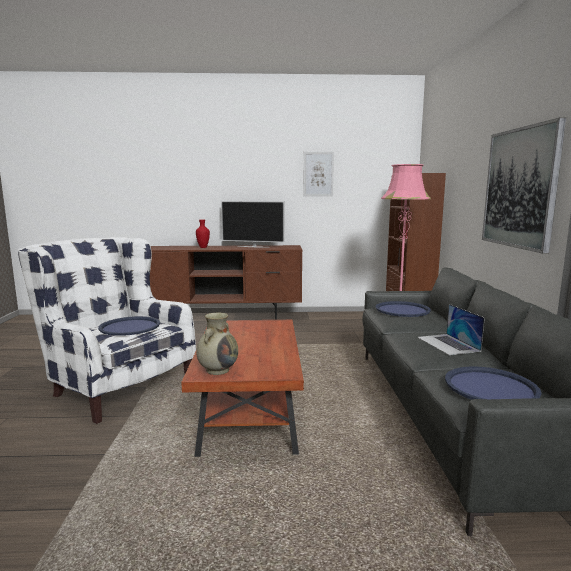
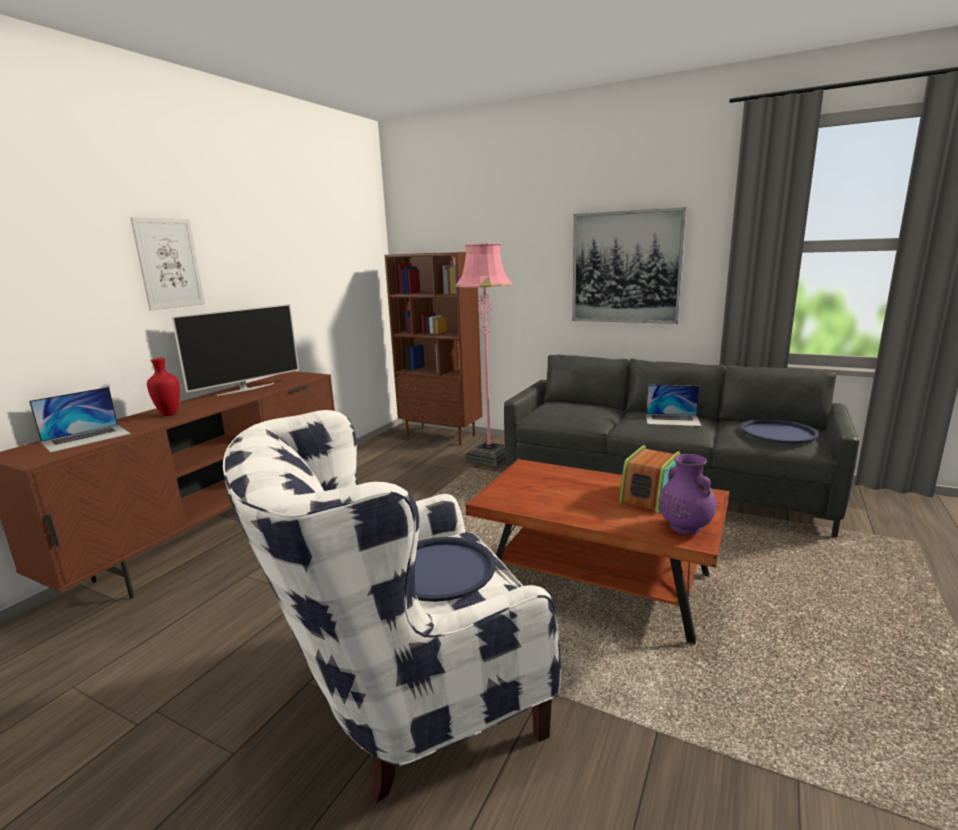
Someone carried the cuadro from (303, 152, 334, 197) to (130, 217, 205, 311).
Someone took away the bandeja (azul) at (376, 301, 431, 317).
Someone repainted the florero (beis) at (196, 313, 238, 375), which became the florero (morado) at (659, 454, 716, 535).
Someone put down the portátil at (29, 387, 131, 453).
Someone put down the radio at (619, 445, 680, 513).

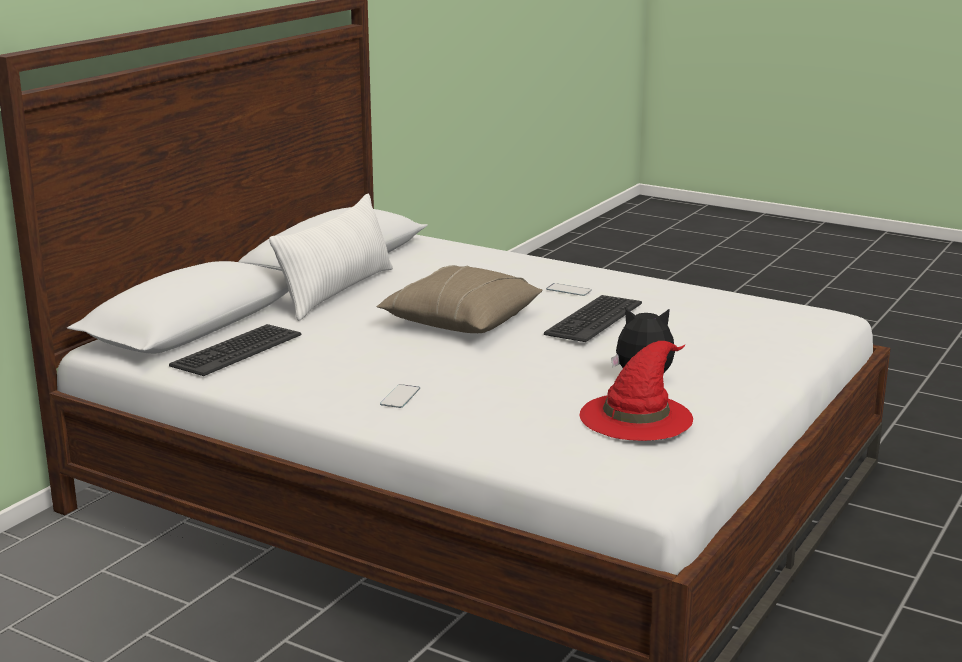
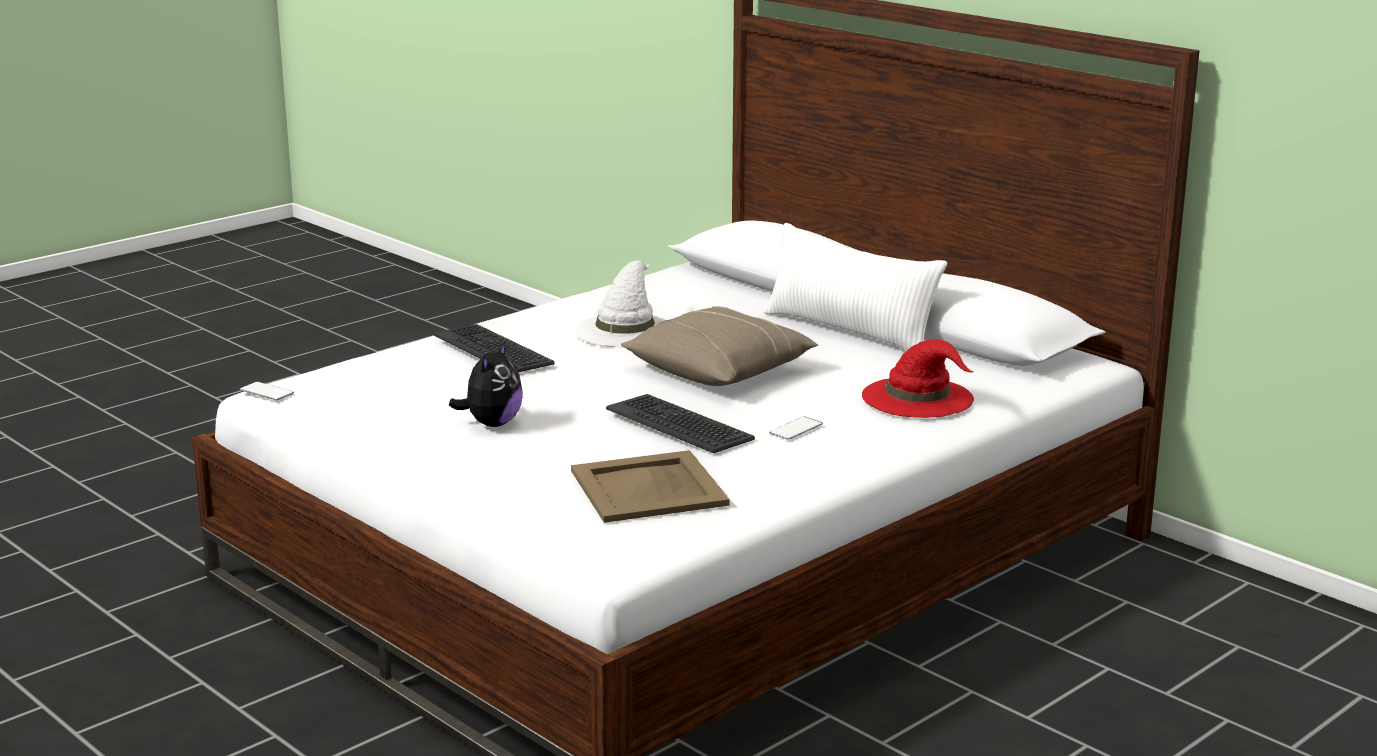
Someone carried the teclado from (169, 324, 301, 376) to (434, 324, 555, 372).
Someone carried the sombrero (rojo) from (580, 341, 693, 441) to (862, 339, 974, 418).
Someone carried the móvil from (380, 384, 420, 408) to (240, 382, 294, 400).
Someone put down the sombrero (blanco) at (575, 260, 665, 347).
Someone put down the bandeja (beis) at (571, 450, 729, 523).

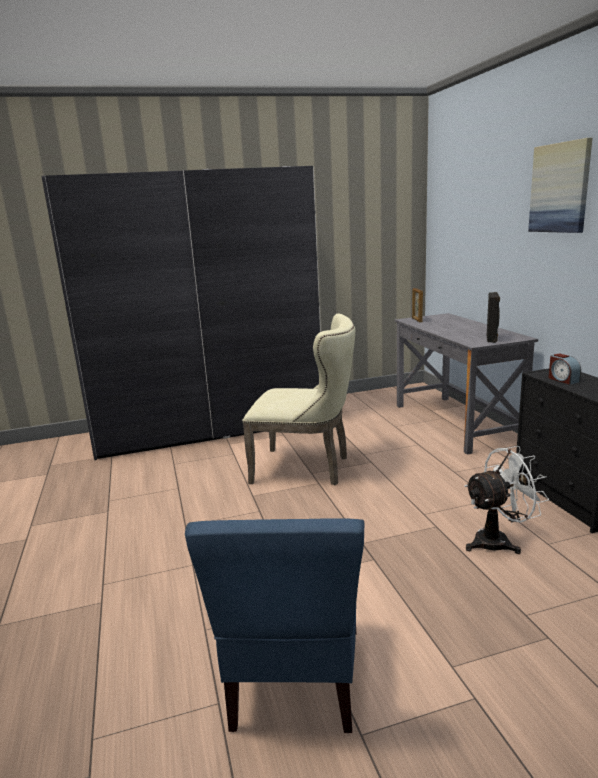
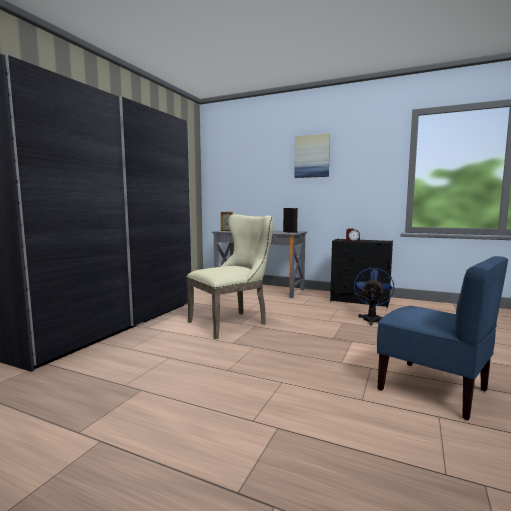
Someone repainted the ventilador (blanco) at (465, 446, 549, 554), which became the ventilador (azul) at (354, 267, 394, 326).

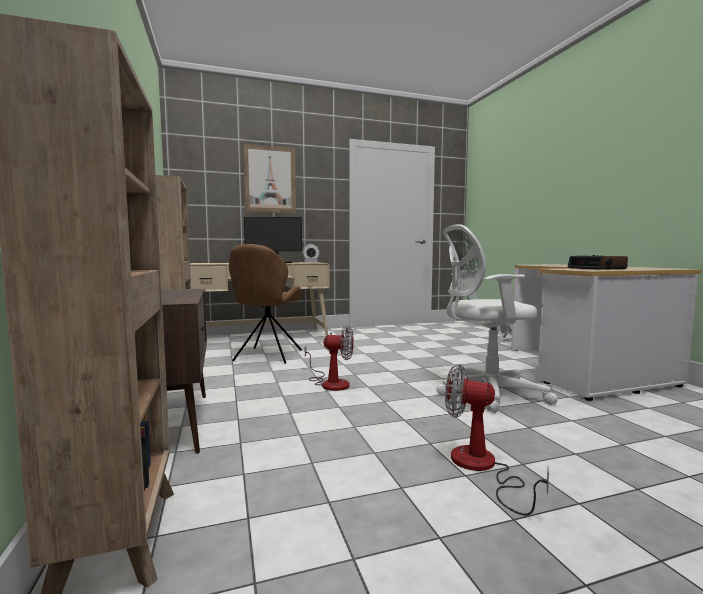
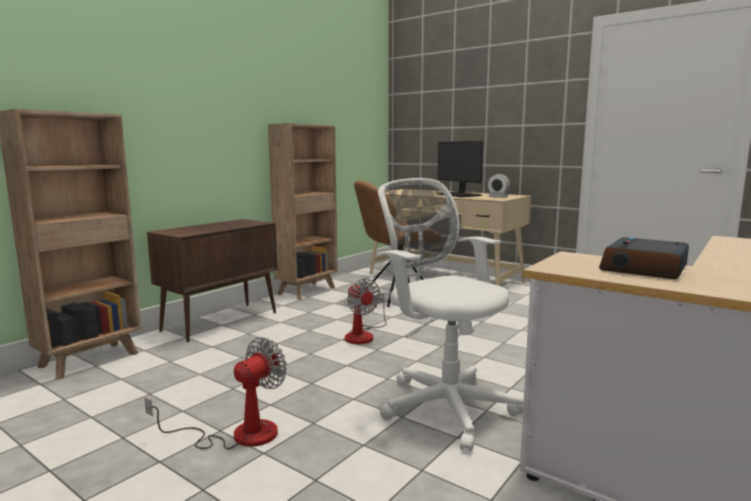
Someone took away the cuadro at (243, 144, 296, 213).
Someone rotated the ventilador at (445, 364, 549, 516) by 45 degrees clockwise.

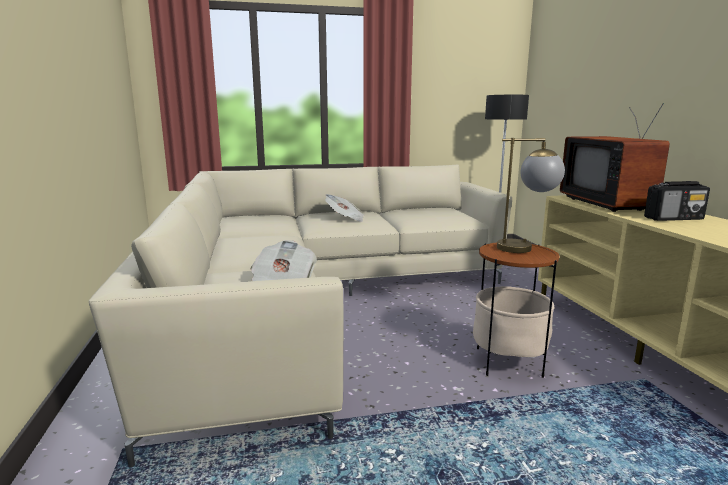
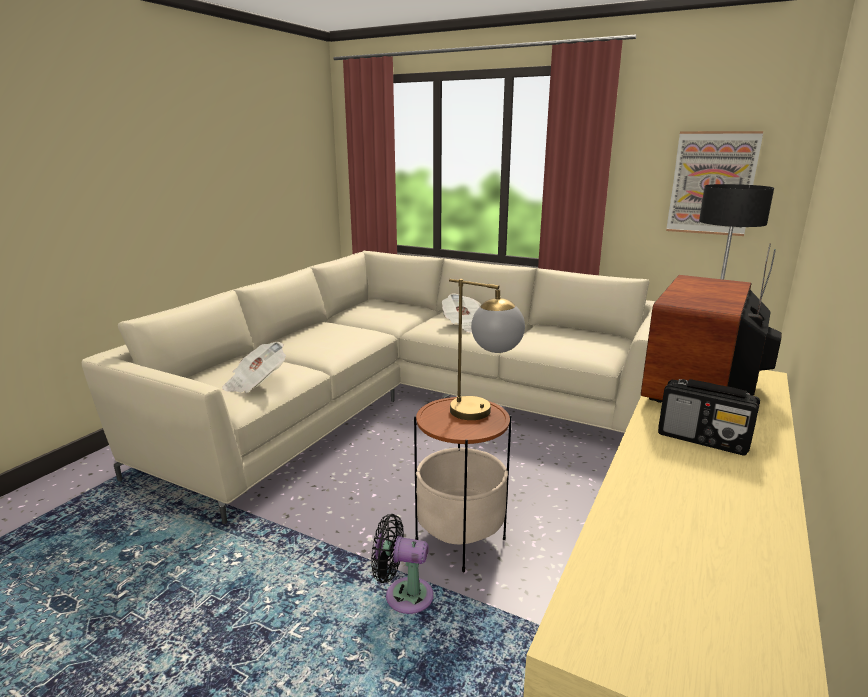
Someone put up the cuadro at (666, 131, 763, 236).
Someone put down the ventilador (negro) at (371, 514, 434, 614).

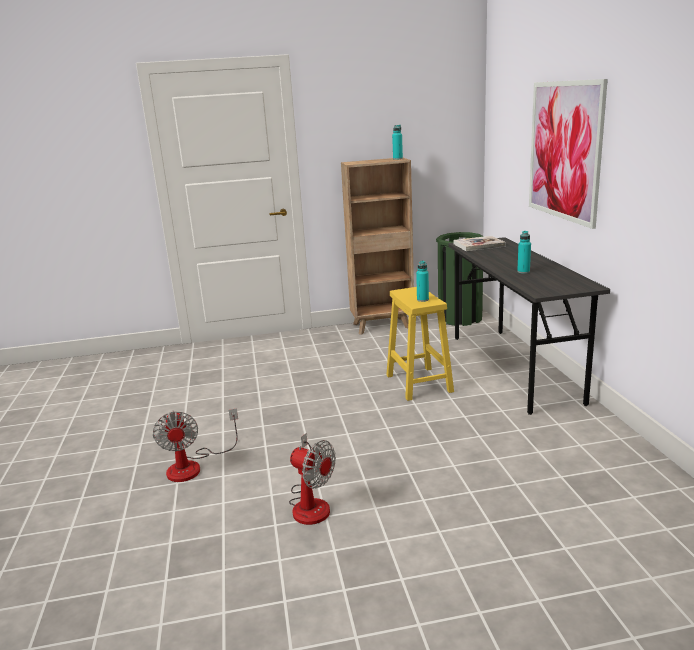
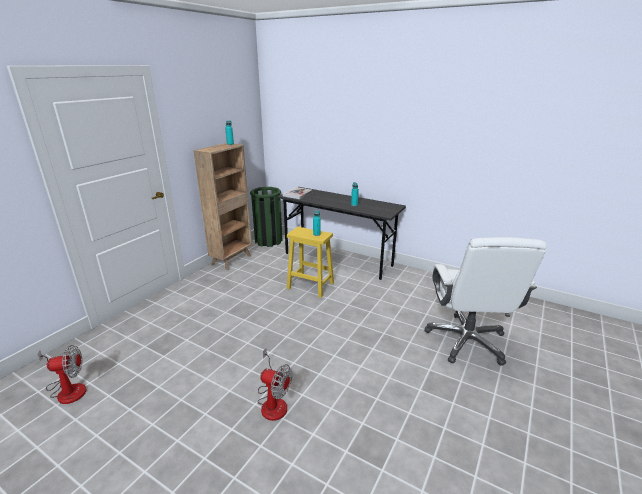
Someone took away the cuadro at (529, 79, 608, 229).
Someone carried the ventilador from (289, 433, 336, 525) to (38, 345, 87, 404).
Someone put down the silla de oficina (blanco) at (425, 237, 546, 366).

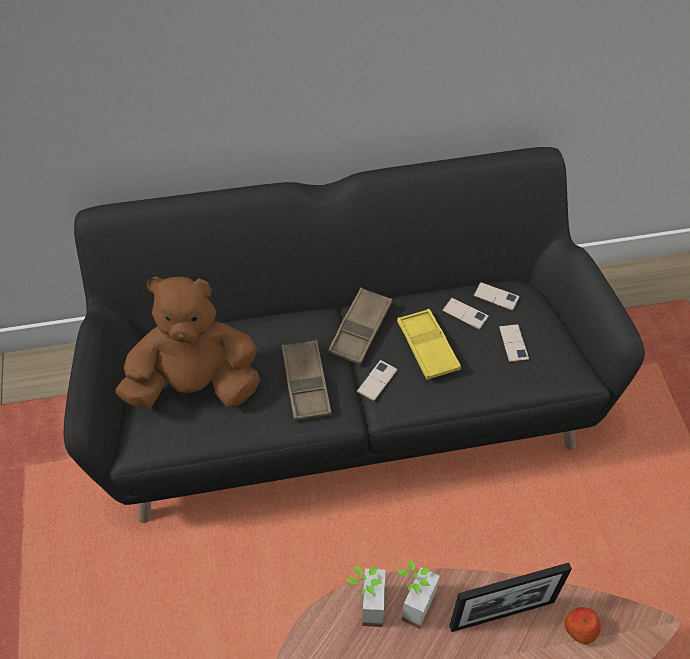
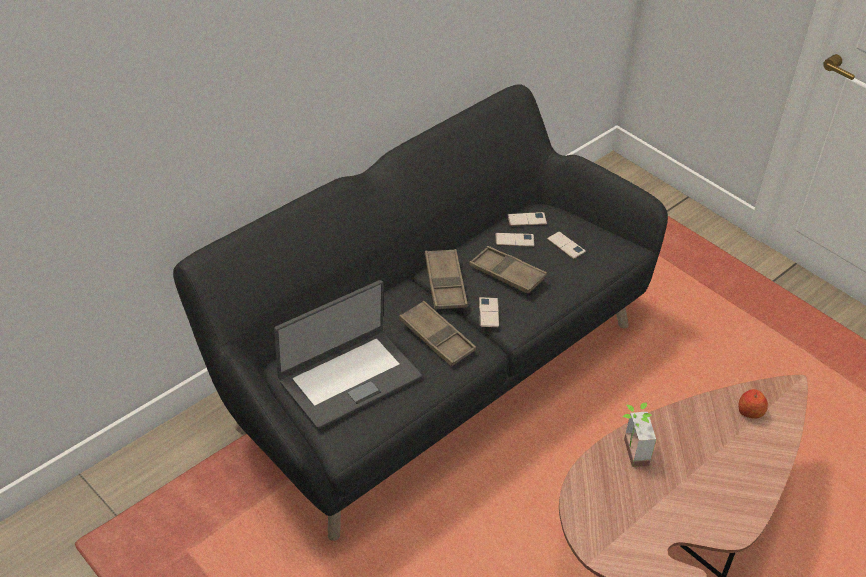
Someone swapped the peluche (marrón) at (116, 276, 260, 409) for the portátil at (274, 280, 422, 429).
Someone repainted the bandeja (amarillo) at (397, 309, 461, 380), which became the bandeja (marrón) at (469, 246, 547, 294).
Someone took away the portarretratos at (450, 563, 572, 632).
Someone took away the planta en maceta at (346, 565, 385, 627).

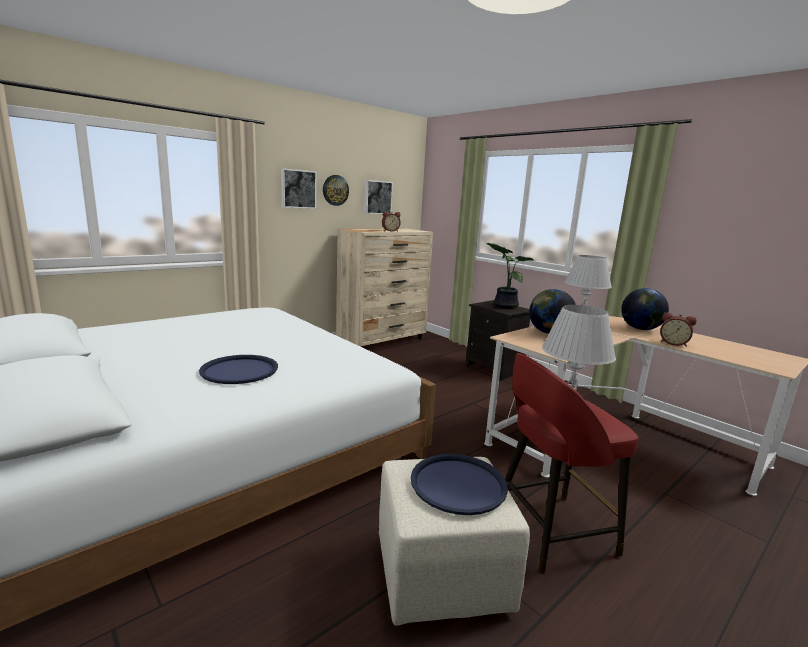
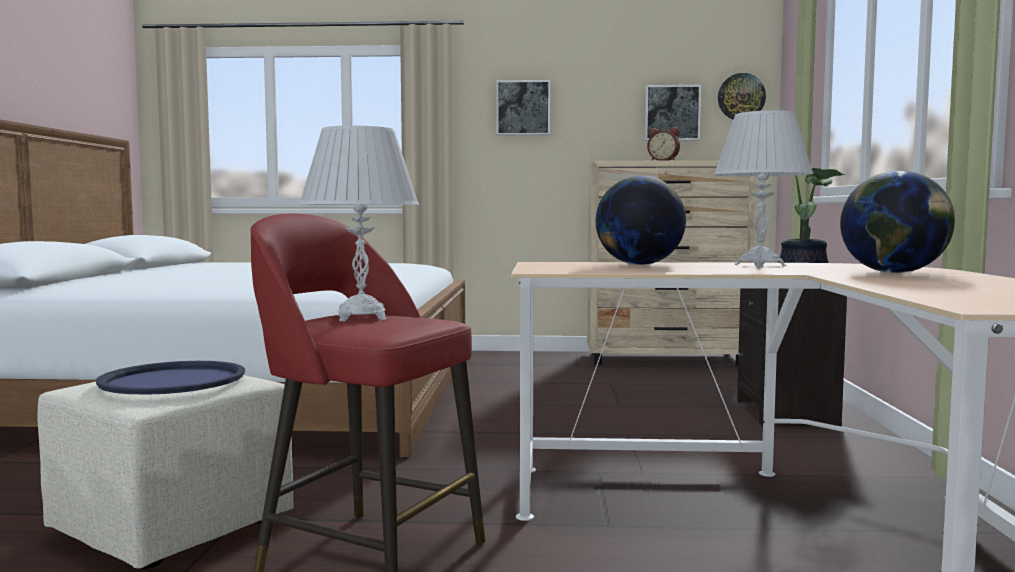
Someone carried the reloj de pared from (323, 175, 349, 206) to (718, 73, 766, 120).
Someone took away the despertador at (660, 312, 697, 347).
Someone took away the bandeja (azul) at (199, 355, 278, 384).

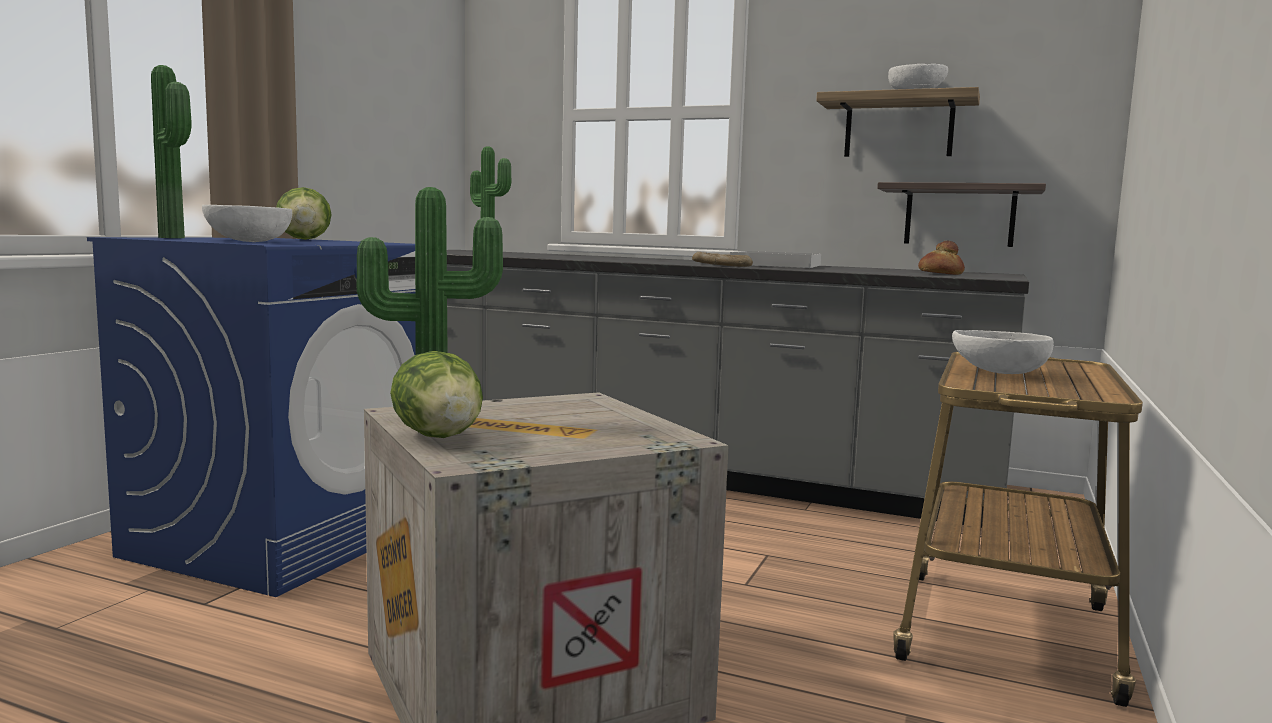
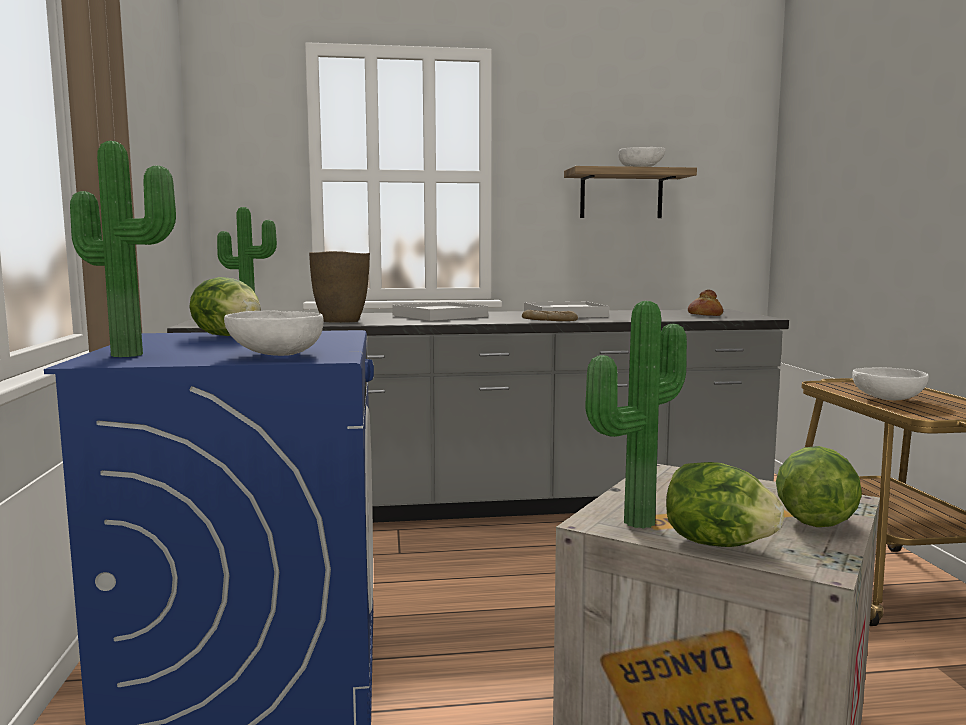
Someone took away the estante at (877, 182, 1046, 247).
Someone put down the florero (marrón) at (309, 251, 370, 323).
Someone put down the bandeja (blanco) at (392, 302, 488, 321).
Someone put down the lechuga at (776, 446, 862, 527).

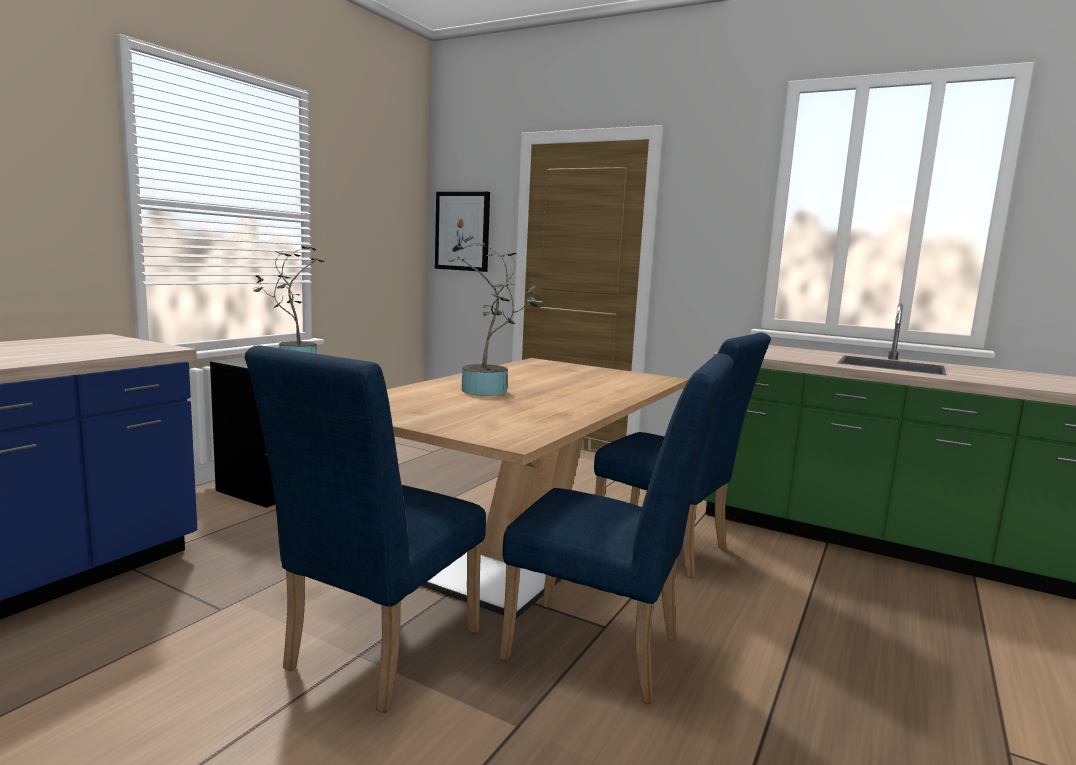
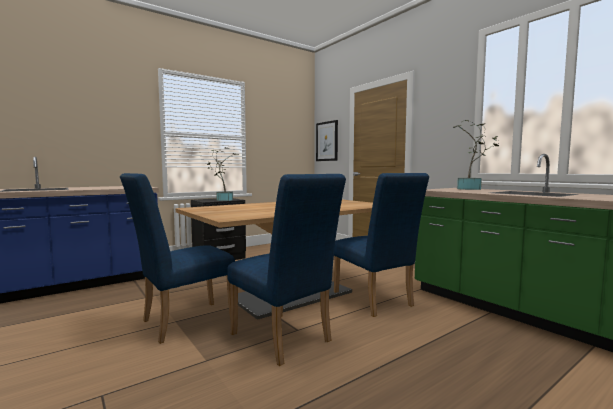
Someone carried the planta en maceta from (448, 242, 538, 396) to (454, 120, 499, 190).

